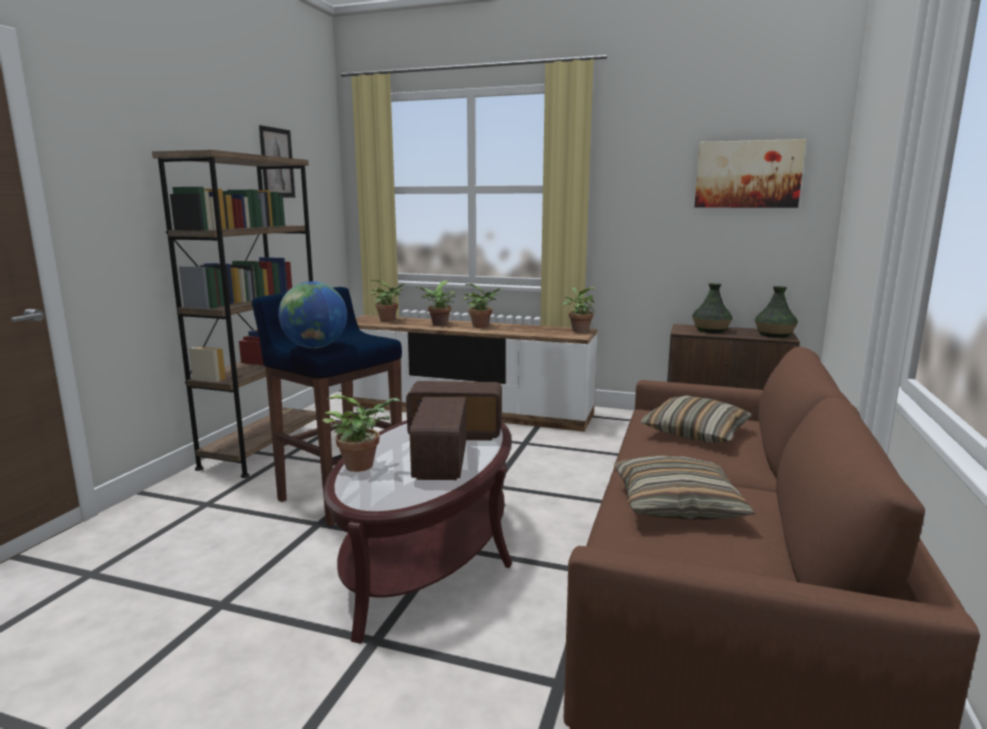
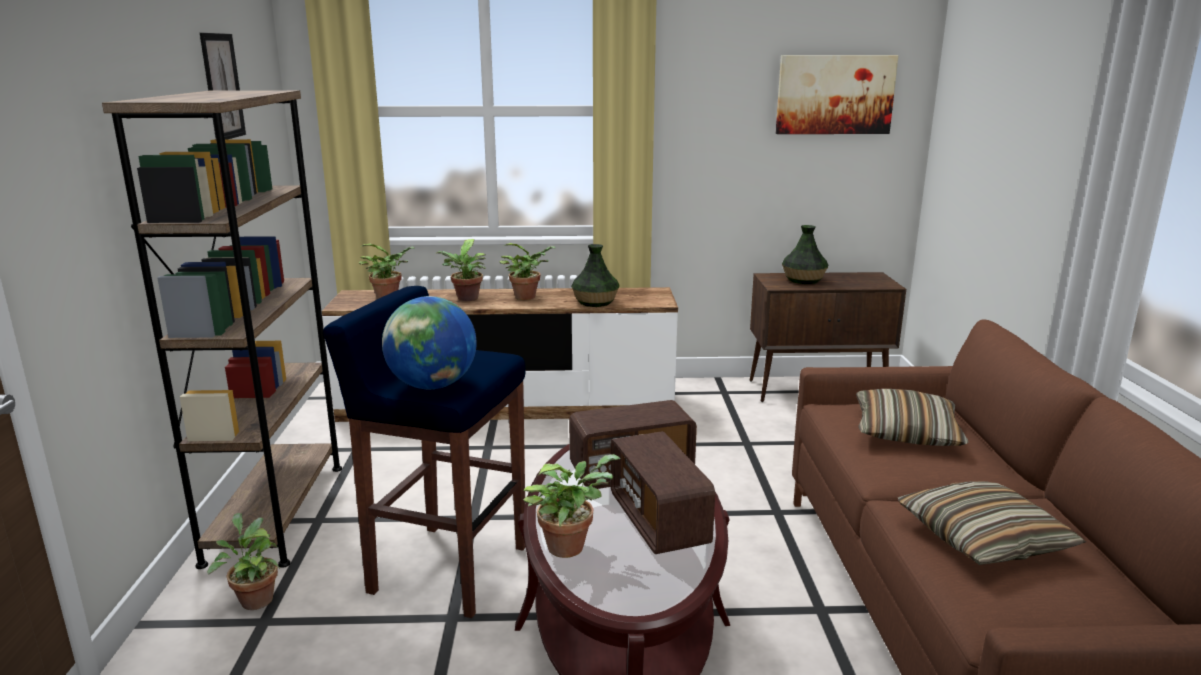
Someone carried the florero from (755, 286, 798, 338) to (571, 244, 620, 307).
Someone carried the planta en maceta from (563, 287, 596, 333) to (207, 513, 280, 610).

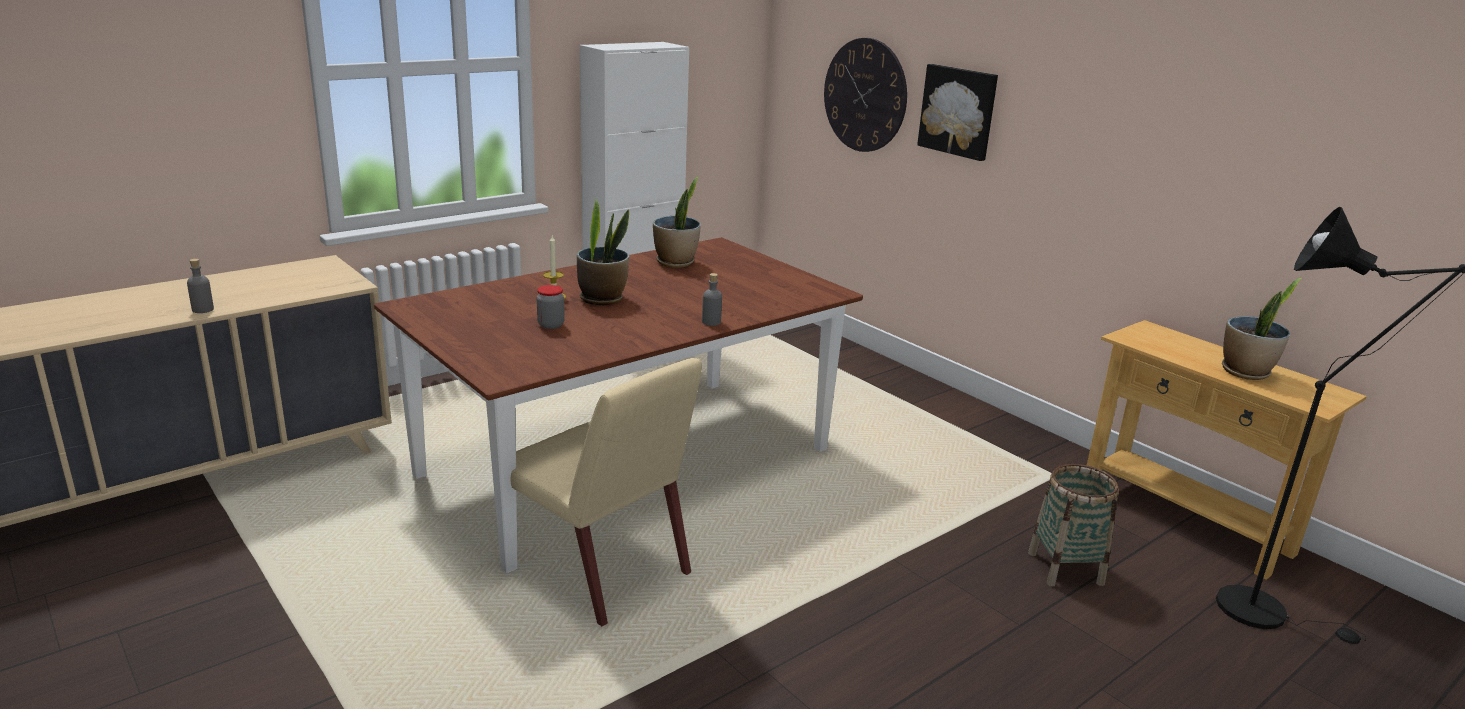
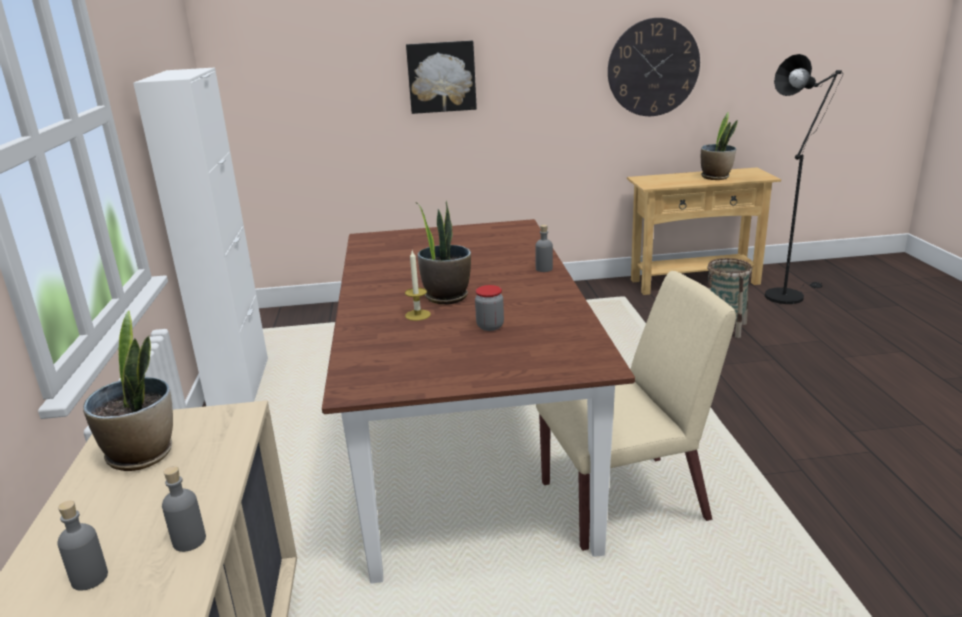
Someone carried the reloj de pared from (824, 38, 907, 152) to (608, 18, 700, 116).
Someone carried the planta en maceta from (653, 176, 701, 268) to (83, 311, 173, 471).
Someone put down the botella (gris) at (57, 501, 108, 591).

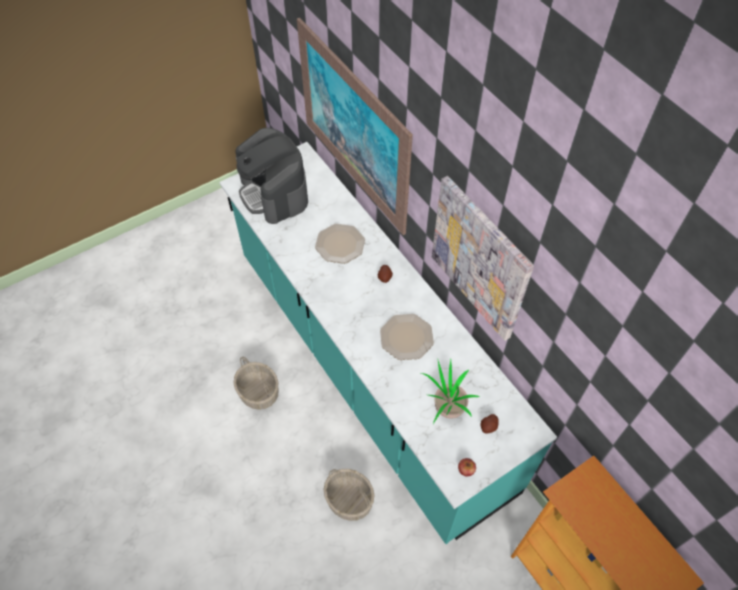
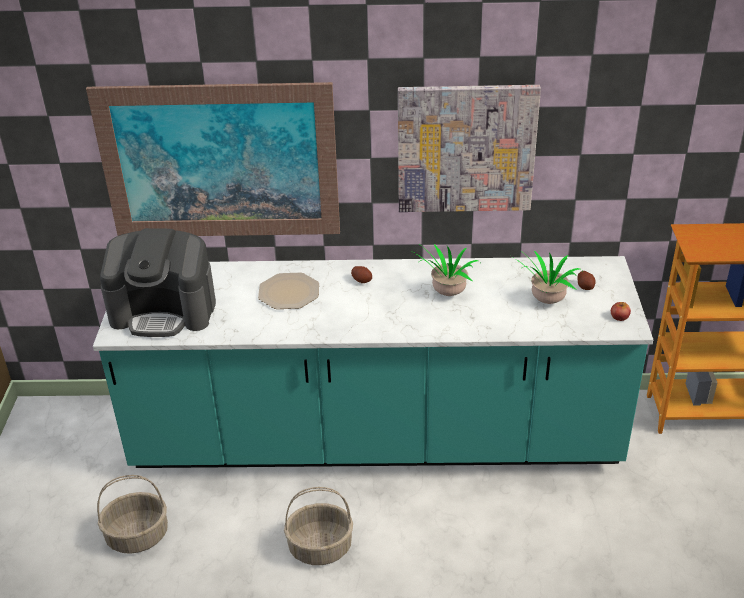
Someone swapped the plato at (380, 314, 434, 360) for the planta en maceta at (410, 244, 481, 296).
Someone carried the cesta from (324, 469, 375, 521) to (97, 475, 168, 554).

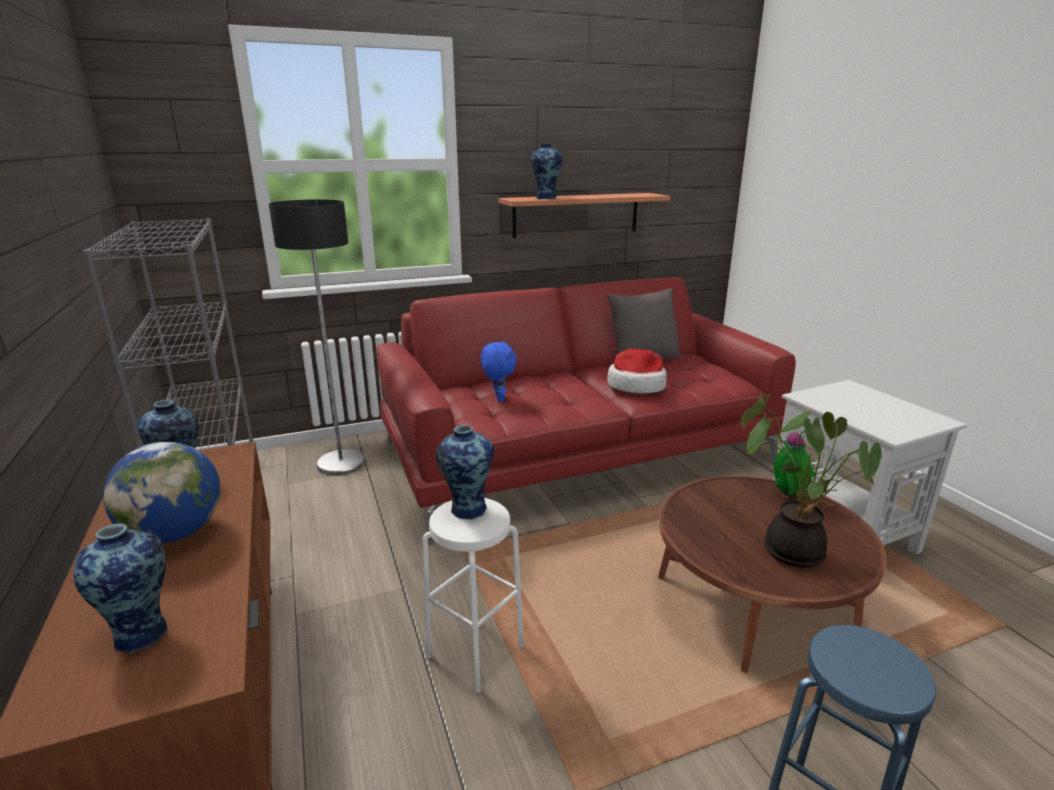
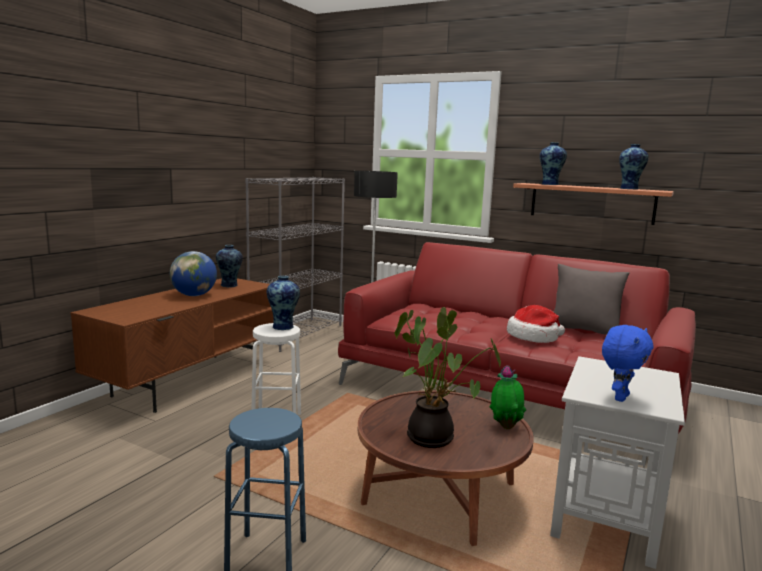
Someone carried the peluche (azul) from (481, 341, 517, 402) to (602, 325, 653, 402).
Someone carried the florero from (74, 523, 168, 653) to (619, 144, 649, 190).

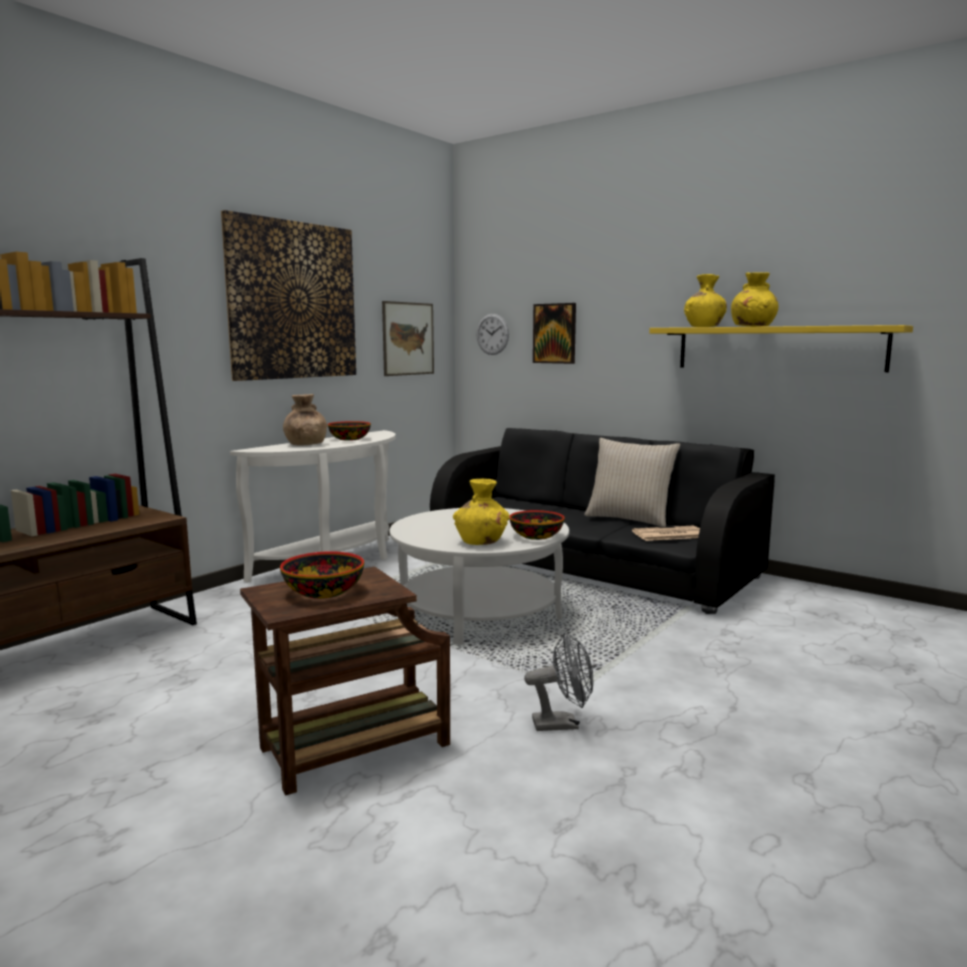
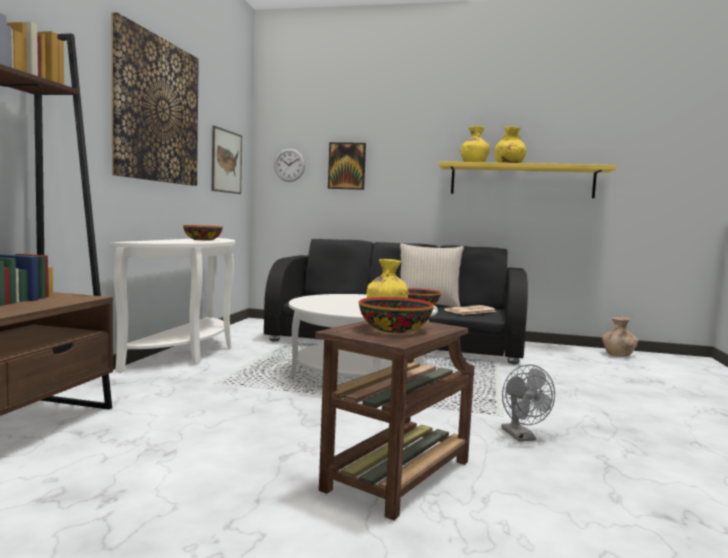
Someone carried the florero (marrón) from (283, 394, 327, 446) to (602, 317, 638, 357).
Someone rotated the ventilador (gris) at (524, 632, 594, 731) by 105 degrees clockwise.

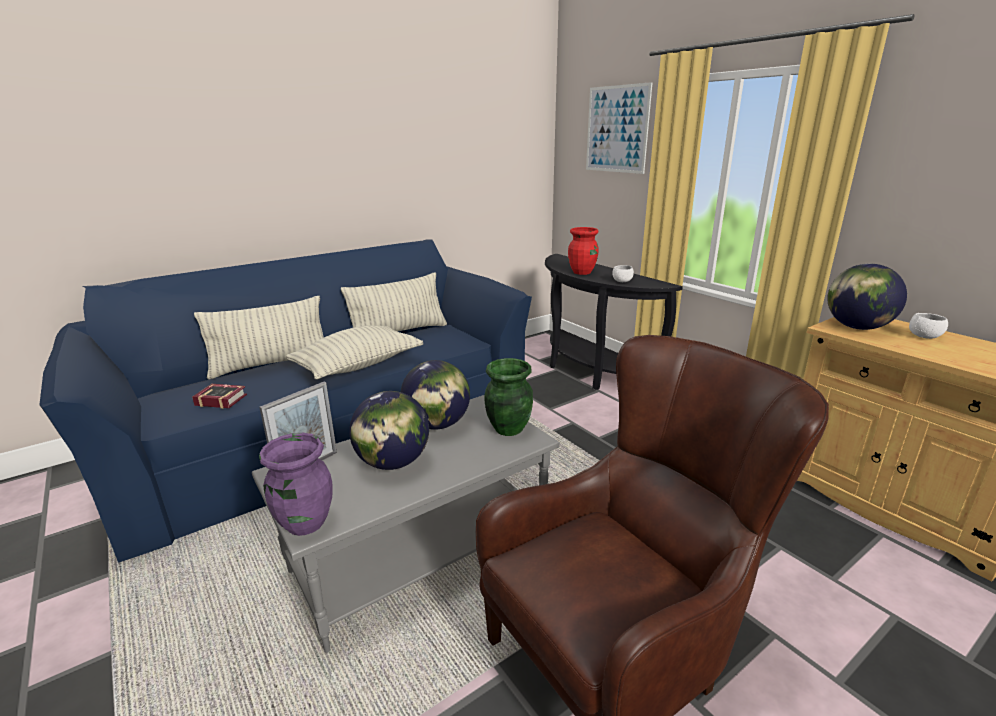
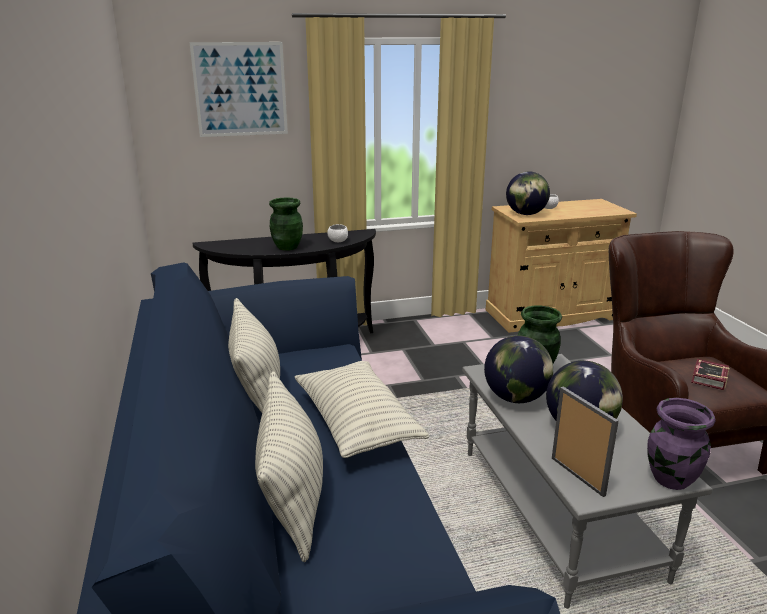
Someone repainted the florero (rojo) at (568, 227, 599, 275), which became the florero (verde) at (269, 197, 303, 251).
Someone carried the libro from (192, 384, 247, 409) to (691, 359, 730, 390).

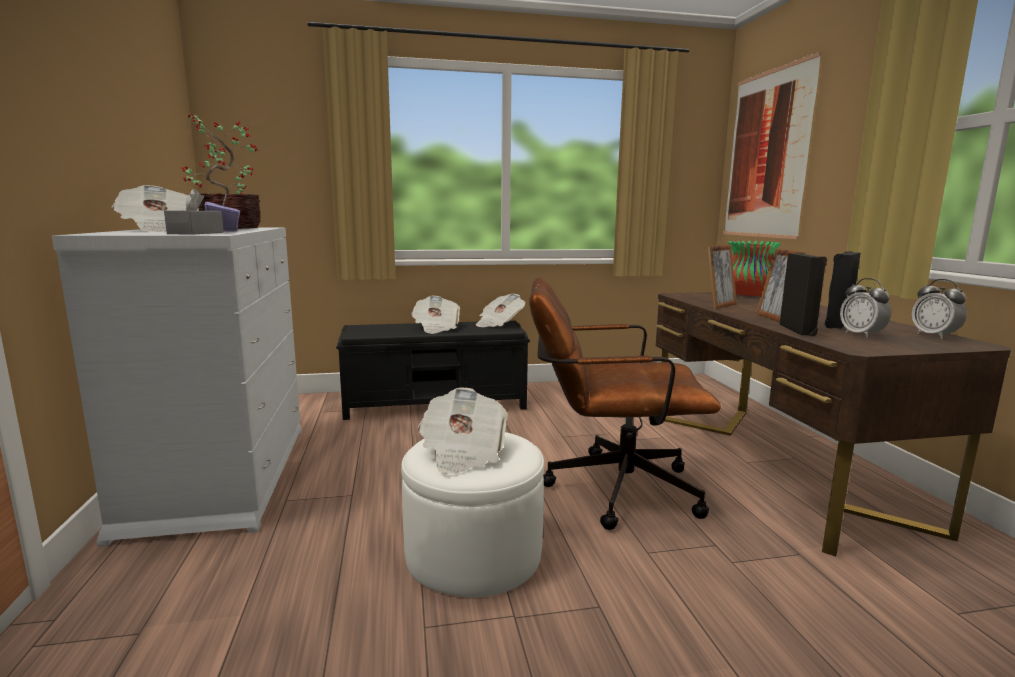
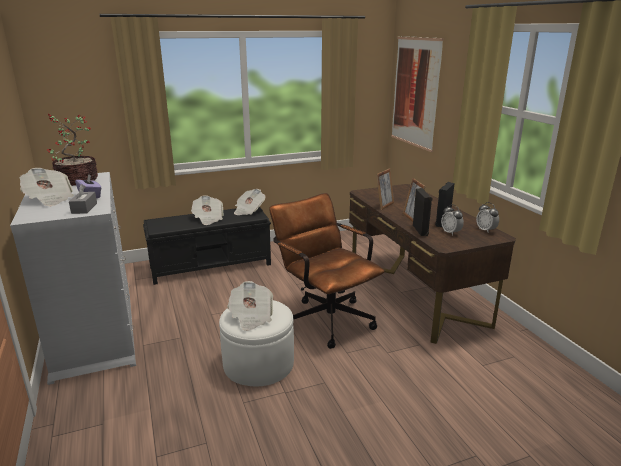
Someone took away the florero at (728, 241, 781, 296).
Someone rotated the silla de oficina (marrón) at (529, 278, 721, 530) by 60 degrees clockwise.

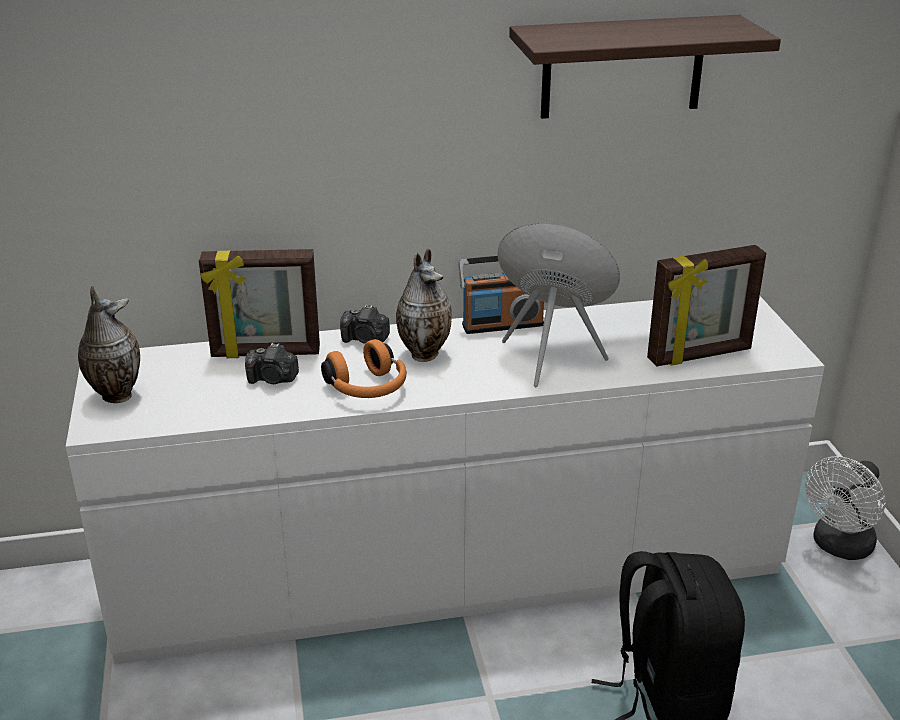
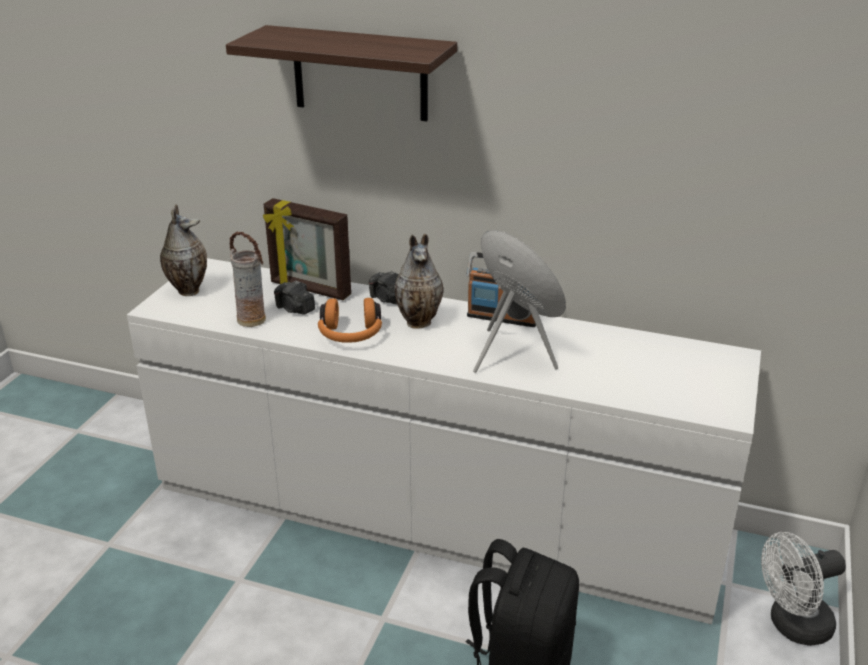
Someone carried the estante from (509, 15, 781, 119) to (226, 25, 457, 121).
Someone took away the portarretratos at (647, 245, 766, 367).
Someone put down the florero at (229, 232, 266, 327).

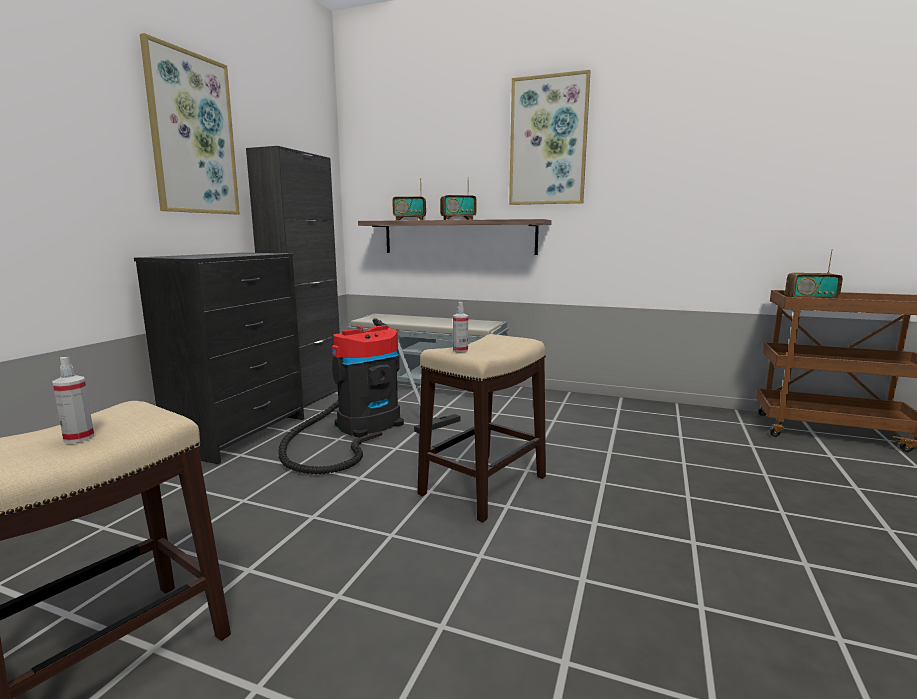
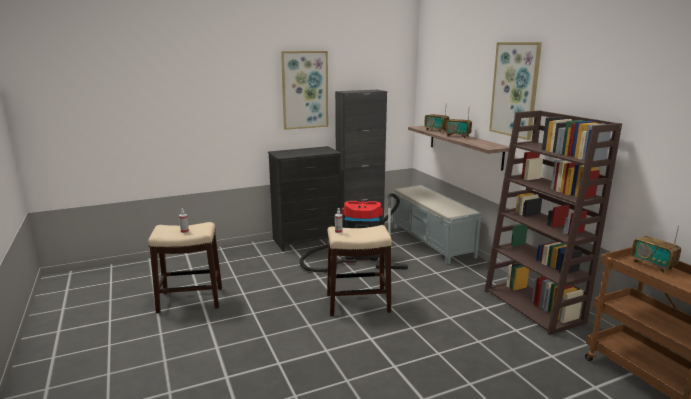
Someone put down the estantería (marrón) at (485, 110, 622, 335).

